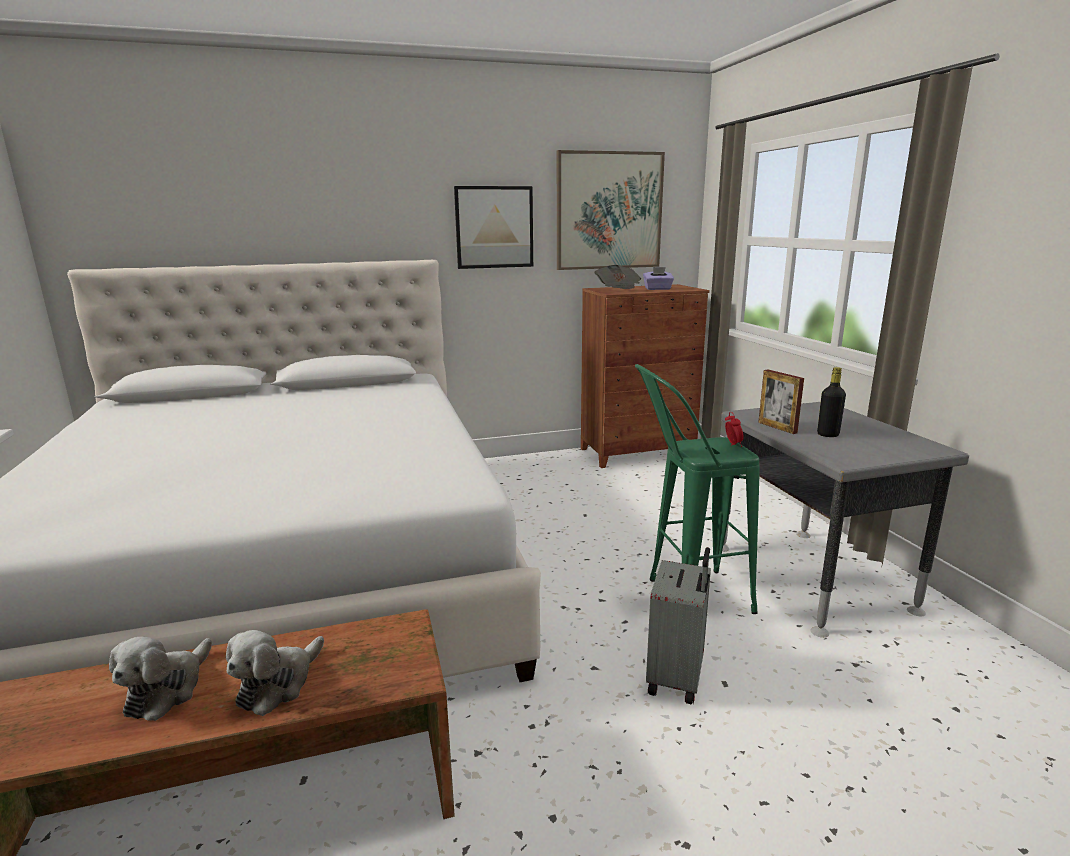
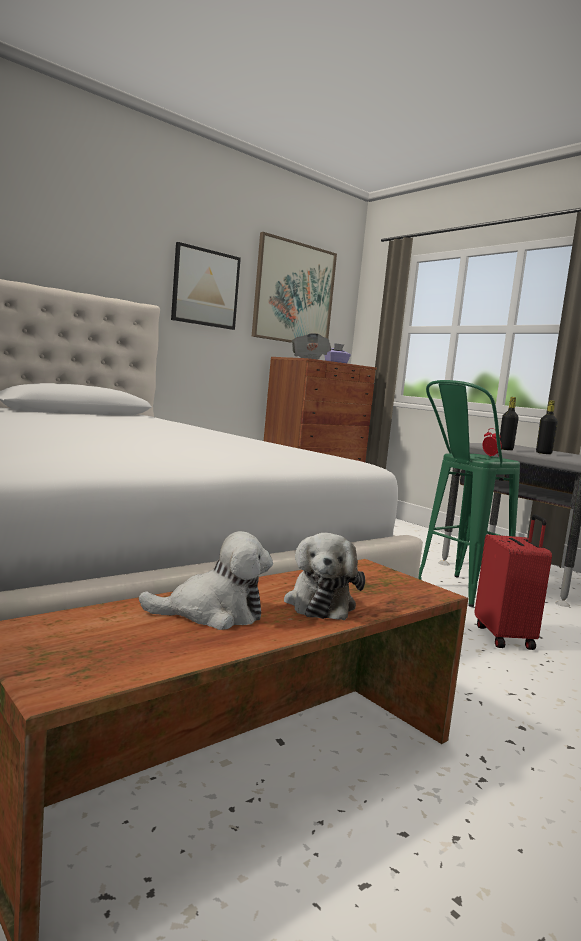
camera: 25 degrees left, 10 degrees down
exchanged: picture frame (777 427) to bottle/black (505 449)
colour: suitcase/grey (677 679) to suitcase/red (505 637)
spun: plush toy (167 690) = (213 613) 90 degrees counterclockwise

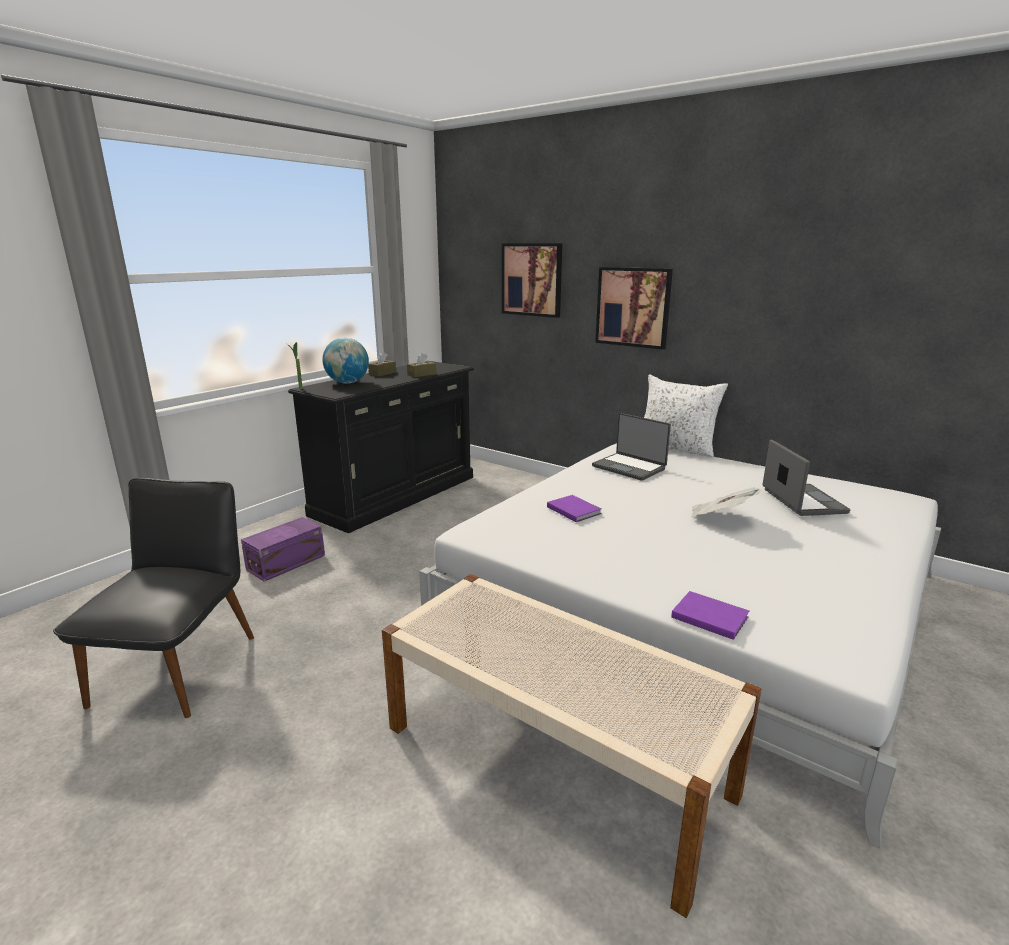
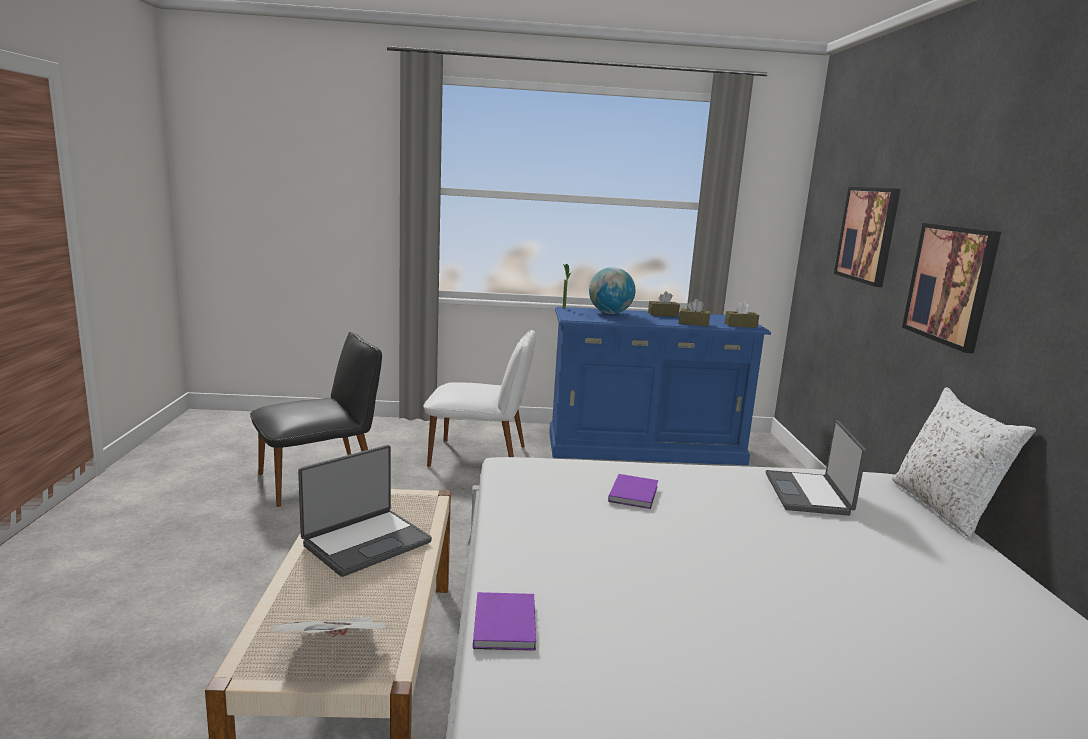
camera: 50 degrees right, 5 degrees down
appeared: tissue box/brown (740 325)
relocated: newspaper (720 517) to (336 651); laptop (801 501) to (366 542)
exchanged: storage box/purple (287 562) to chair/white (478 456)
colour: cabinet/black (396 495) to cabinet/blue (645 448)

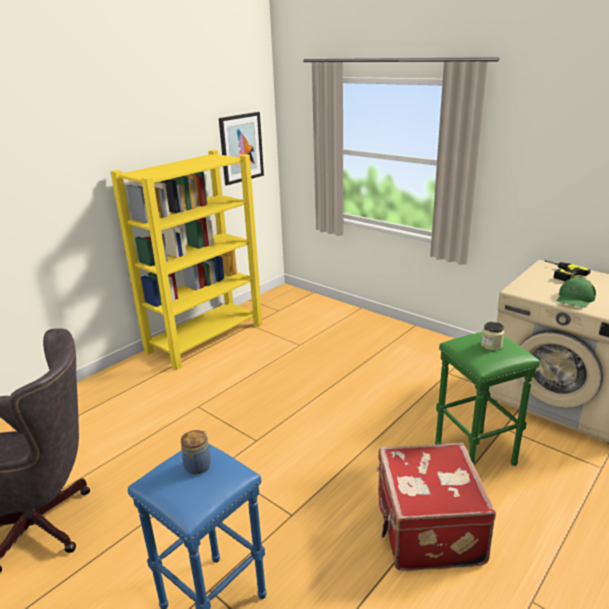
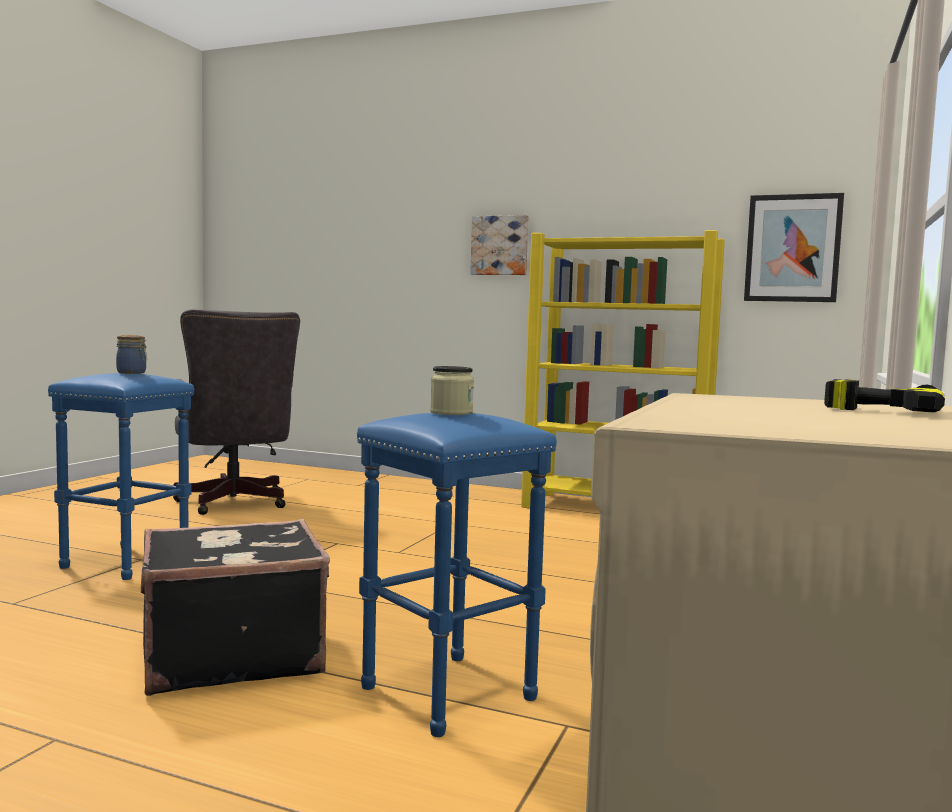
camera: 70 degrees right, 20 degrees down
missing: cap/green (575 298)
appeared: picture (500 245)
colour: suitcase/red (426 530) to suitcase/black (230 655); stool/green (475 453) to stool/blue (452 692)

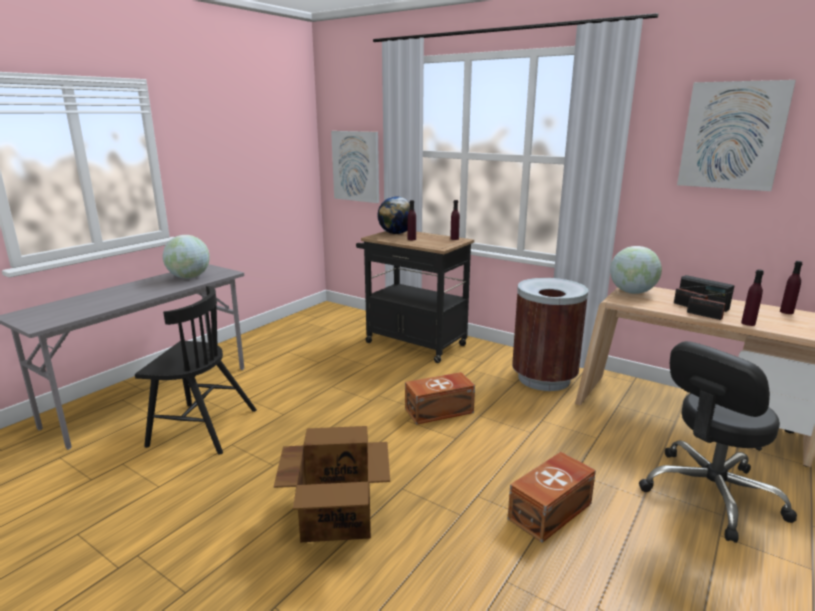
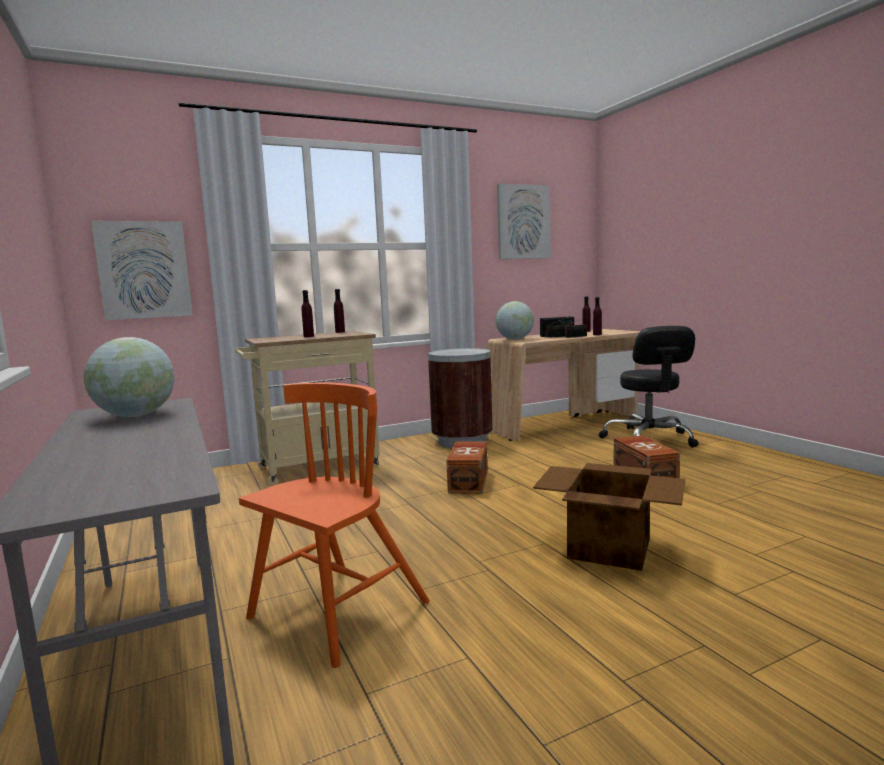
camera: 60 degrees left, 10 degrees down
missing: globe (396 233)
colour: cart/black (413 343) to cart/beige (315 468); chair/black (198 427) to chair/orange (331 614)

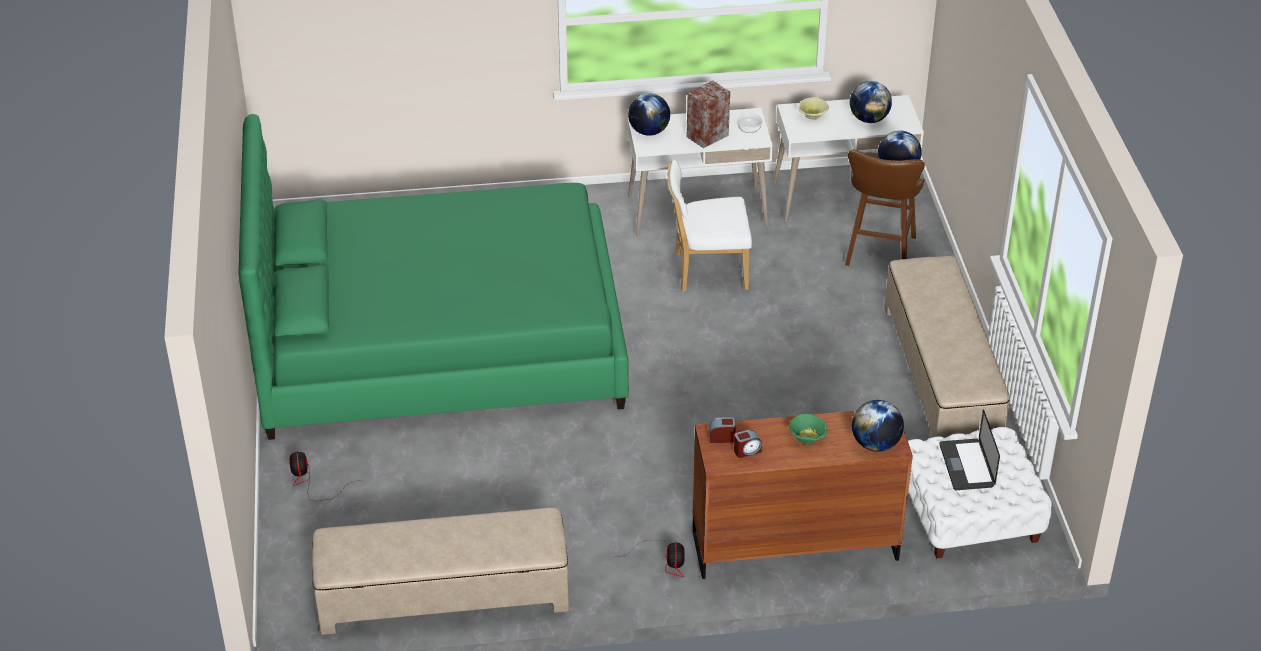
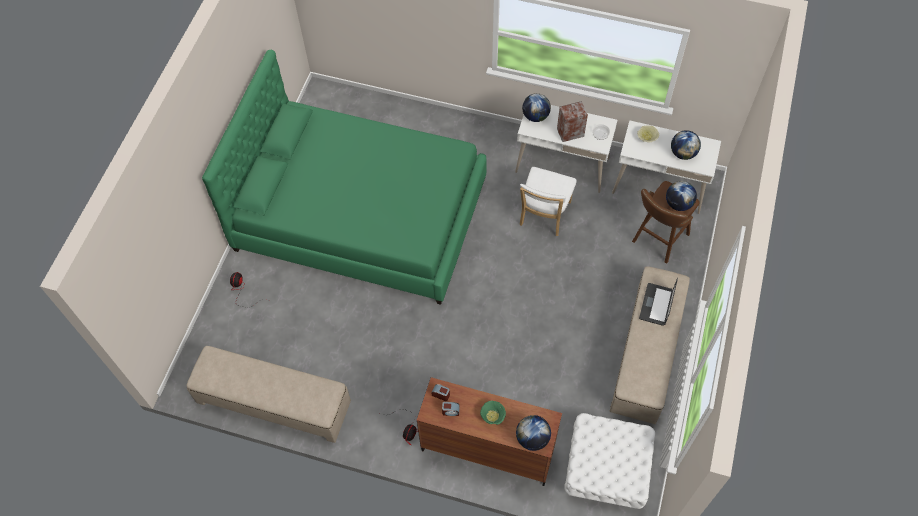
camera: 25 degrees right, 20 degrees up
relocated: laptop (966 465) to (656 304)
spun: chair/white (707 271) = (543 215) 90 degrees counterclockwise

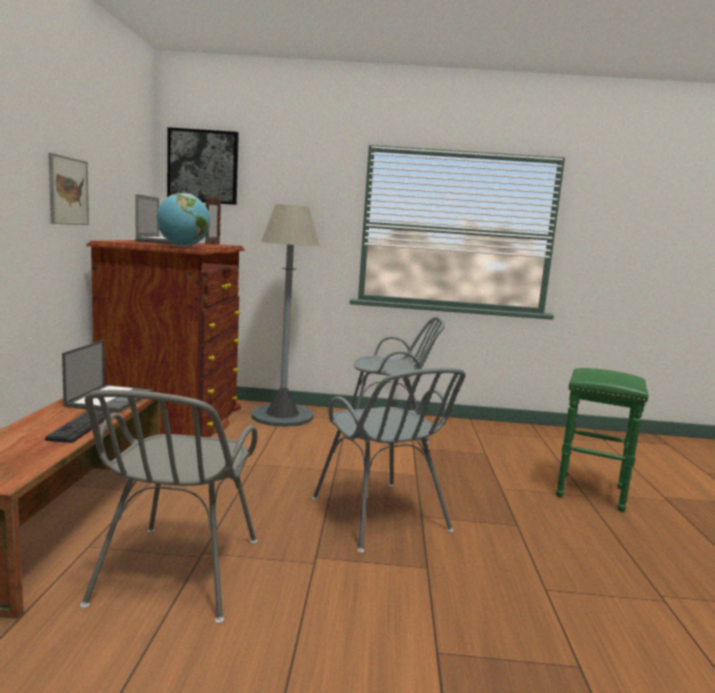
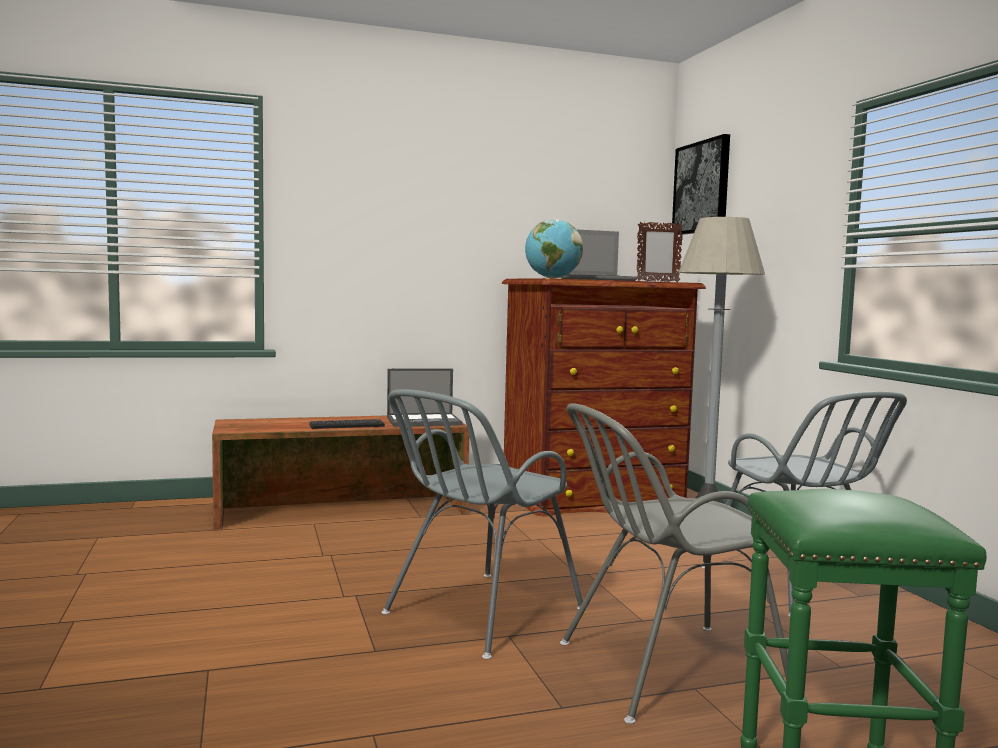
camera: 70 degrees right, 5 degrees down
missing: picture (68 191)
relocated: chair/grey (176 574) to (663 669)

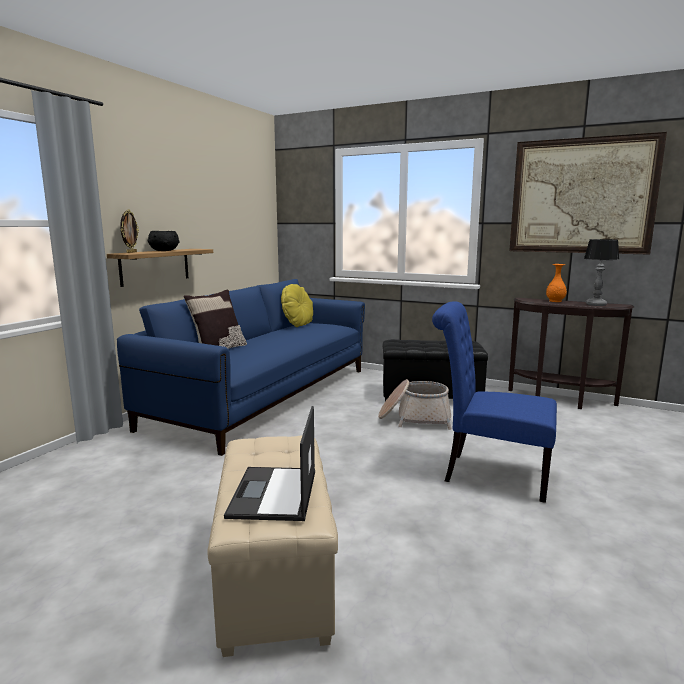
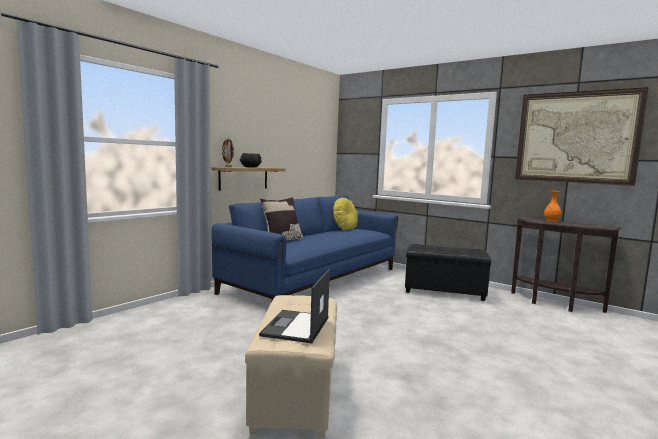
camera: 10 degrees right, 5 degrees down
missing: basket (414 418); chair/blue (489 474); table lamp (596 305)

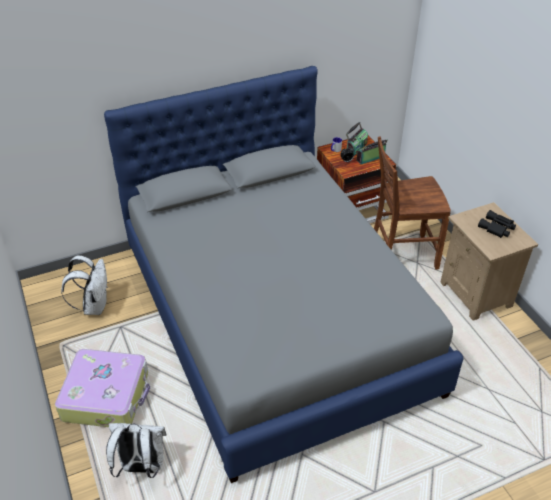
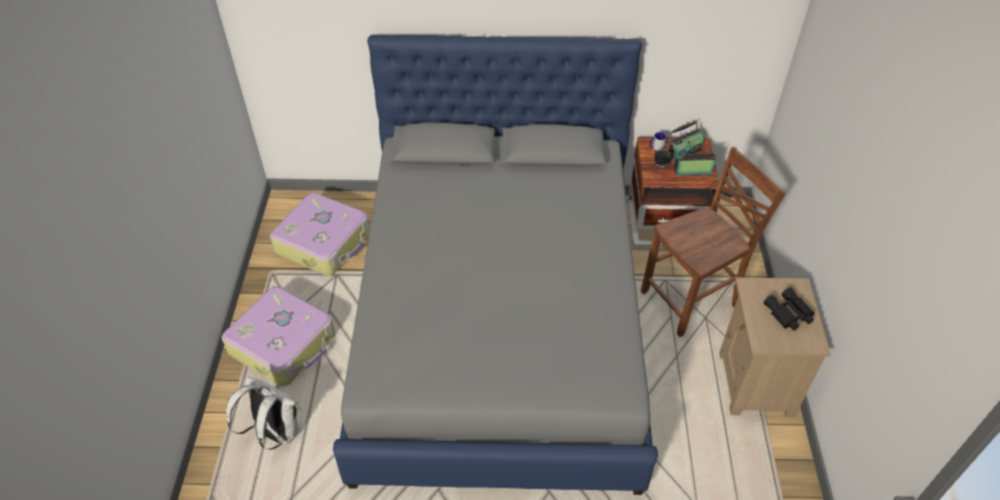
camera: 25 degrees right, 5 degrees up
exchanged: backpack/white (94 305) to suitcase (324 242)
spun: chair/brown (401 254) = (692 300) 135 degrees clockwise

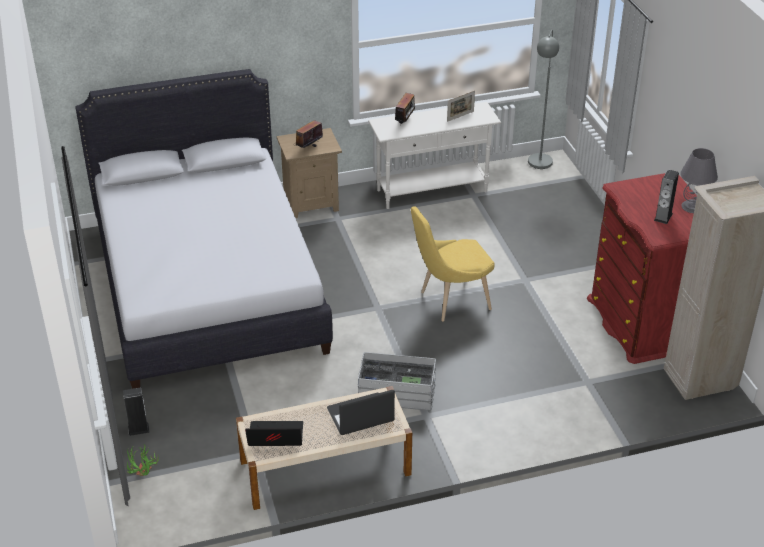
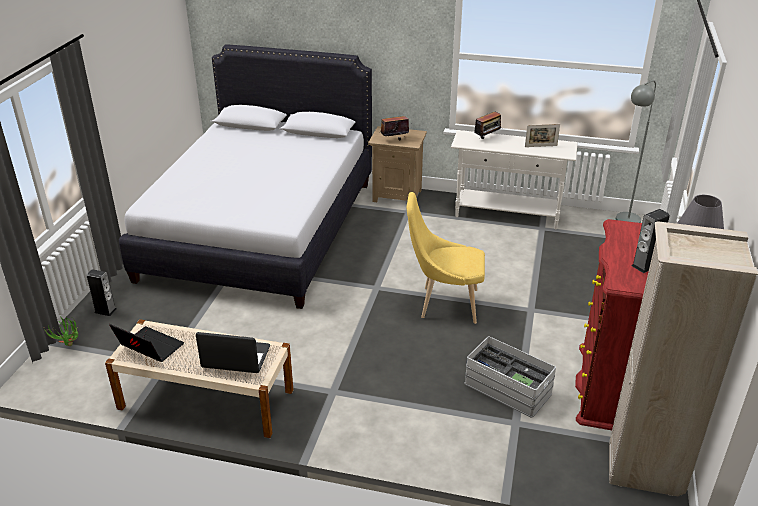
camera: 30 degrees right, 5 degrees down
relocated: storage box/grey (396 393) to (507 389)

